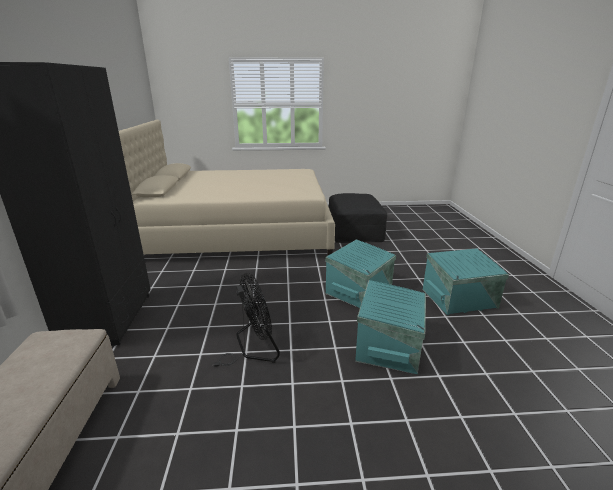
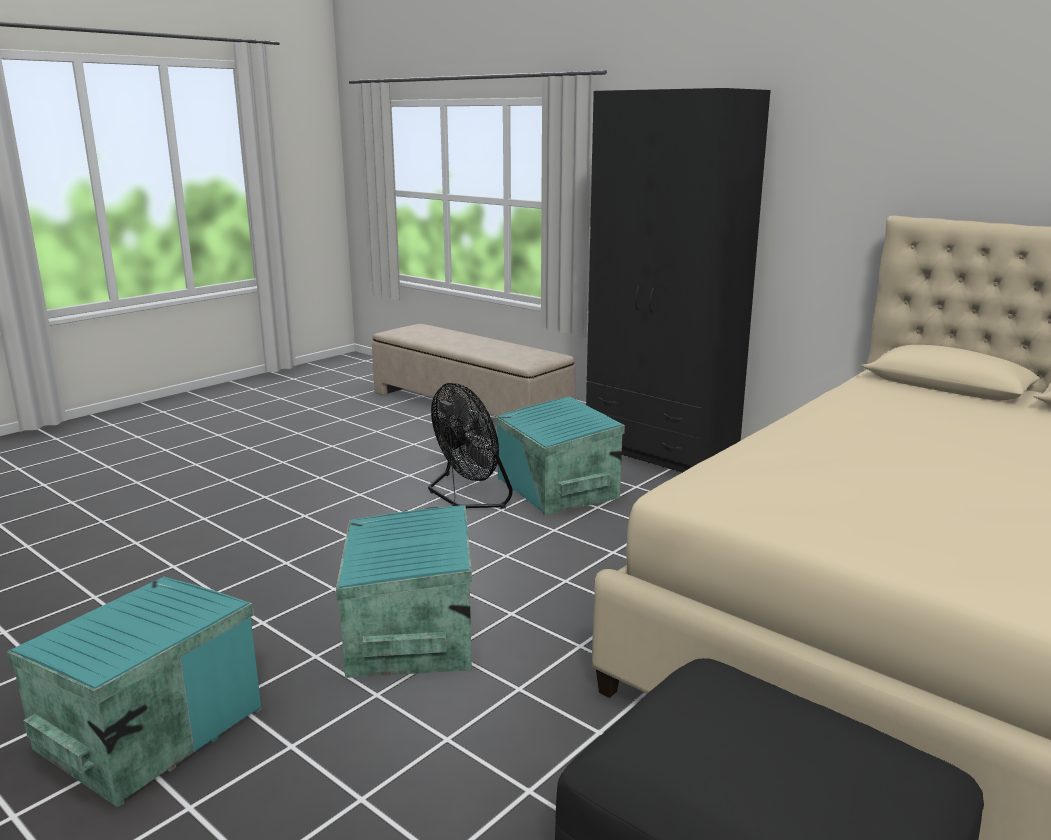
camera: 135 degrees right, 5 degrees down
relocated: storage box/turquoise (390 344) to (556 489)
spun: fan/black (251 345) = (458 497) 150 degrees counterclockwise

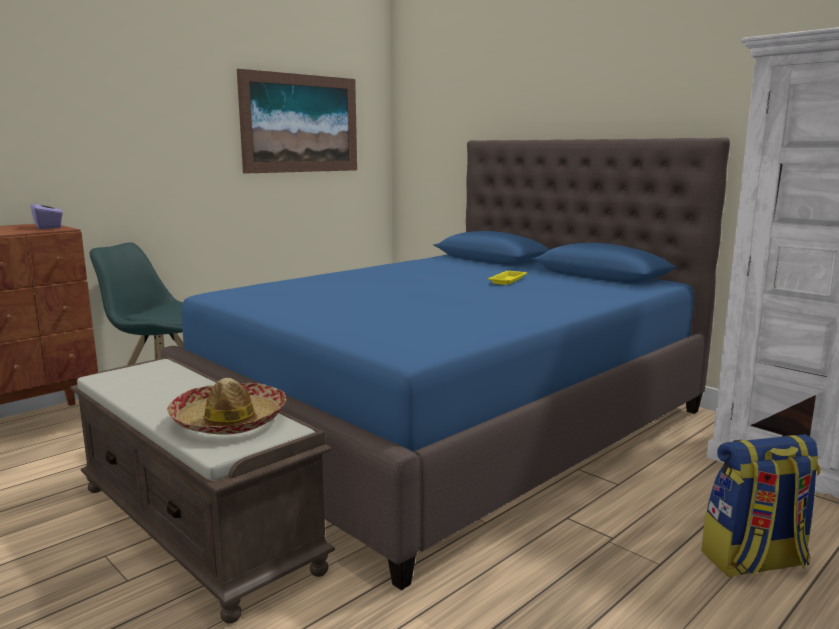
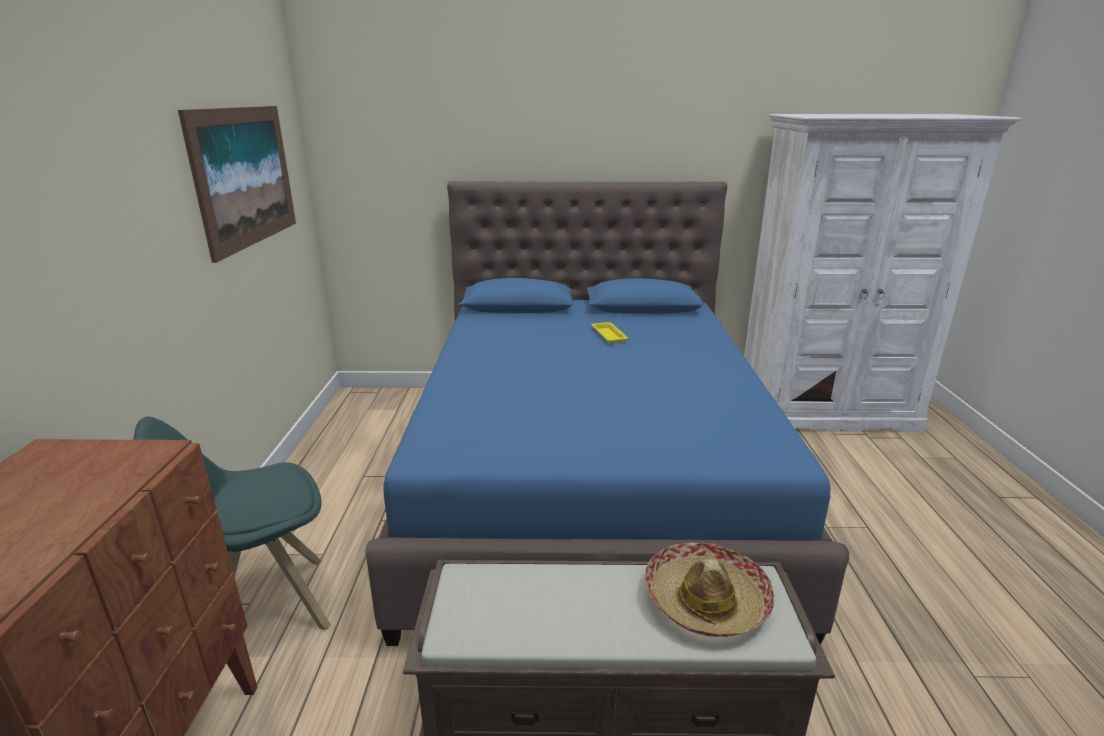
camera: 45 degrees left, 10 degrees up
missing: tissue box/purple (49 227); backpack (754 562)

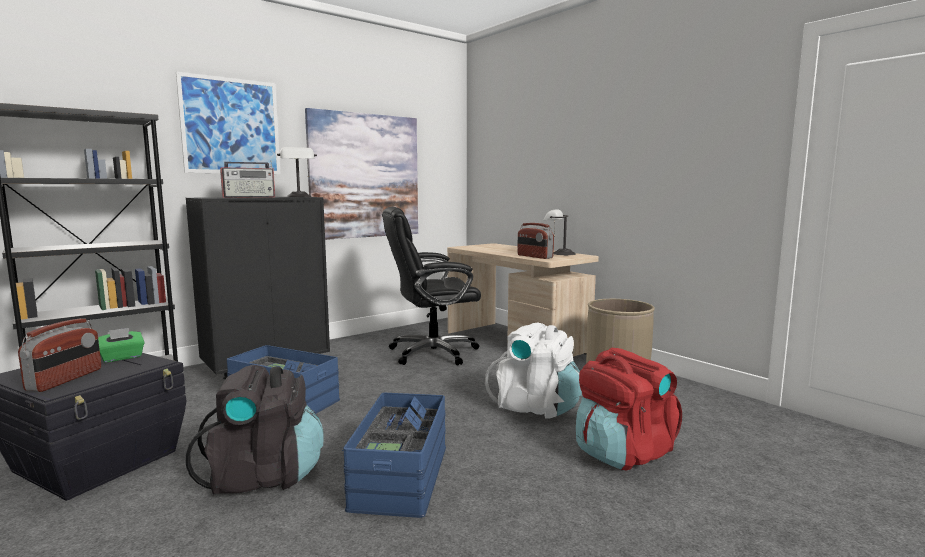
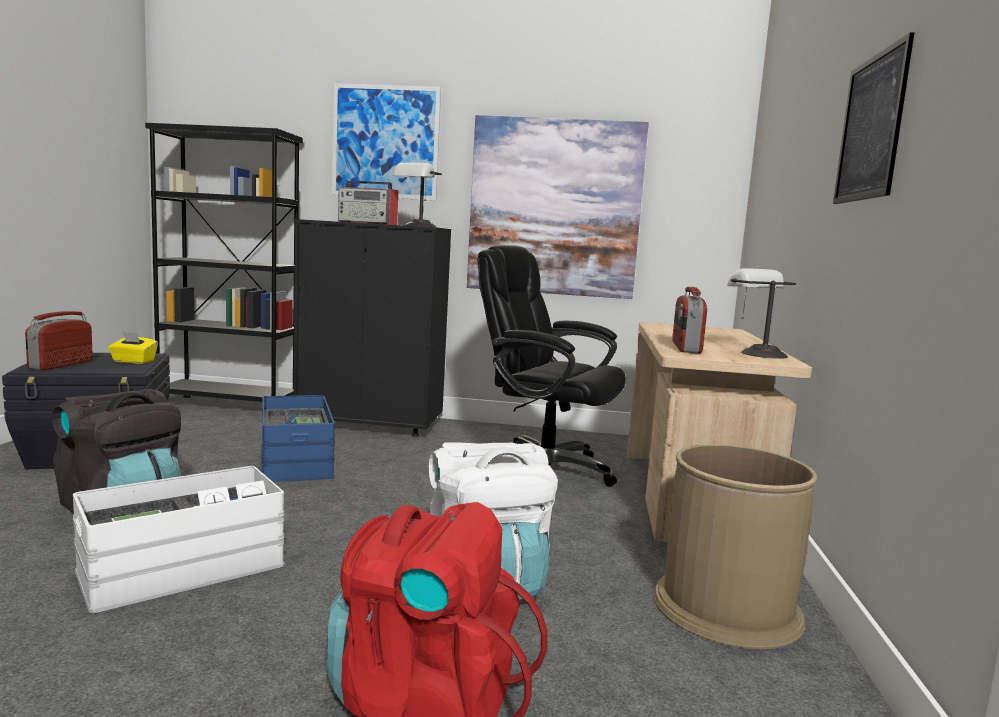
camera: 45 degrees right, 0 degrees up
appeared: picture (870 128)
colour: storage box/blue (399 475) to storage box/white (182 566); tissue box/green (121 357) to tissue box/yellow (133 361)
spun: radio (65 379) = (60 365) 135 degrees clockwise

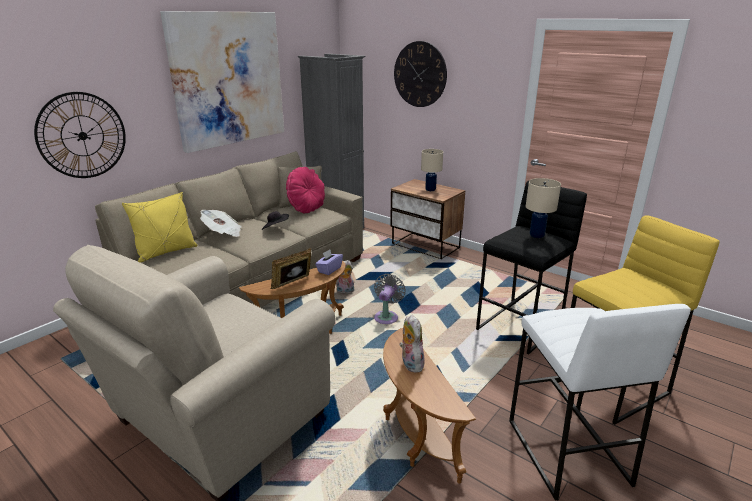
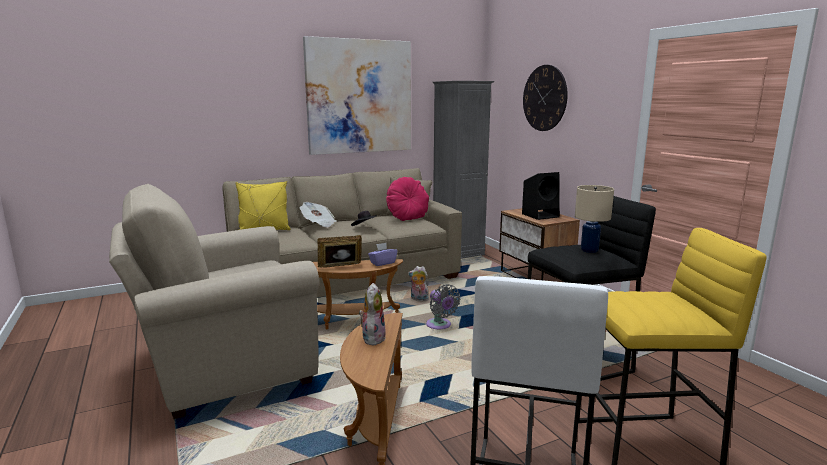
camera: 25 degrees right, 10 degrees down
missing: wall clock (82 135)
exchanged: table lamp/beige (430 189) to speaker/black (541 215)
spun: fan/grey (387 316) = (440 326) 105 degrees clockwise

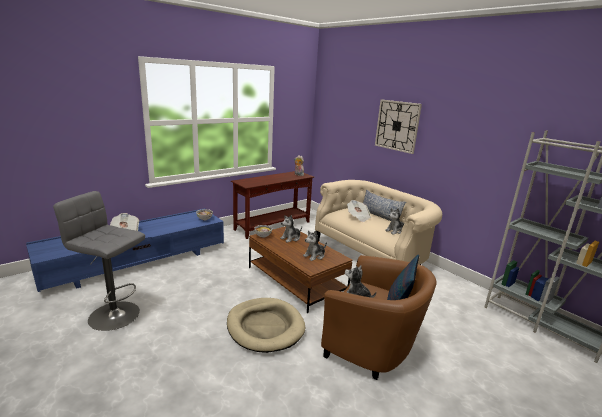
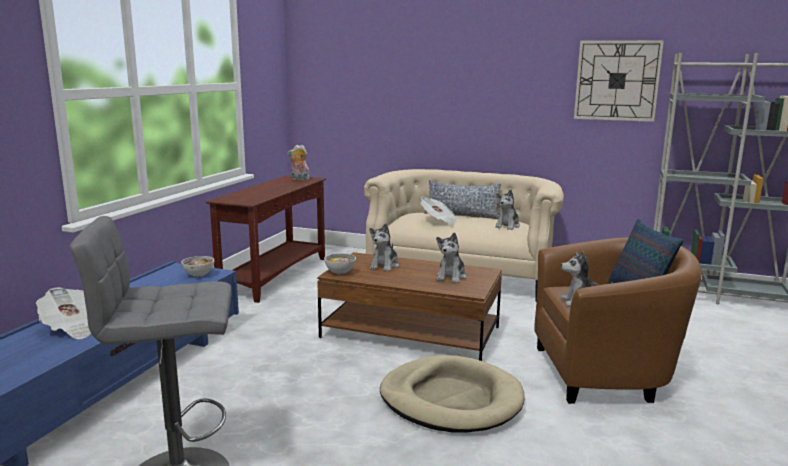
camera: 30 degrees left, 5 degrees down
relocated: wall clock (397 126) to (617 80)

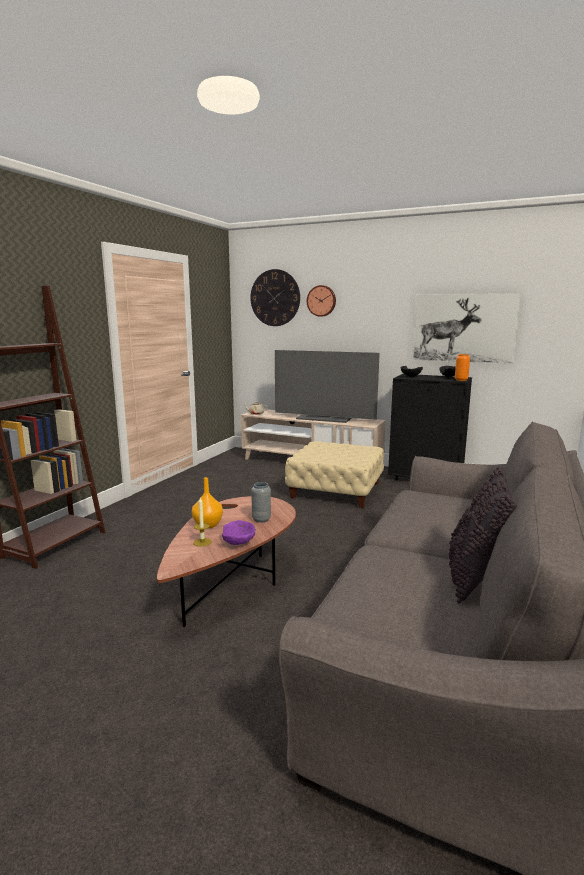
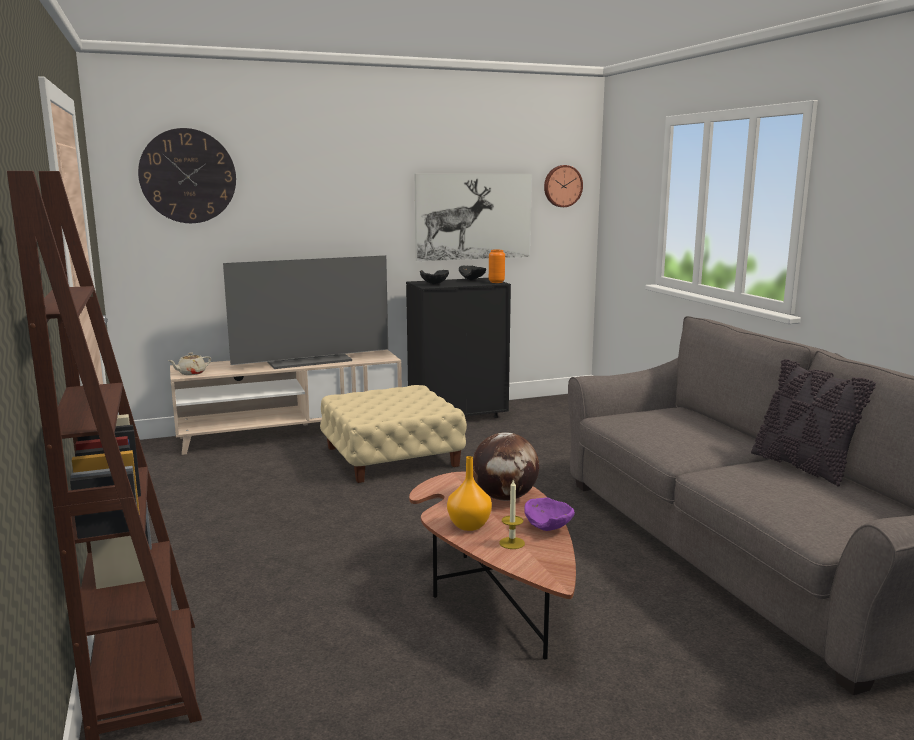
camera: 45 degrees left, 0 degrees up
relocated: wall clock (321 301) to (562 186)
exchanged: vase/grey (261 519) to globe (505 498)

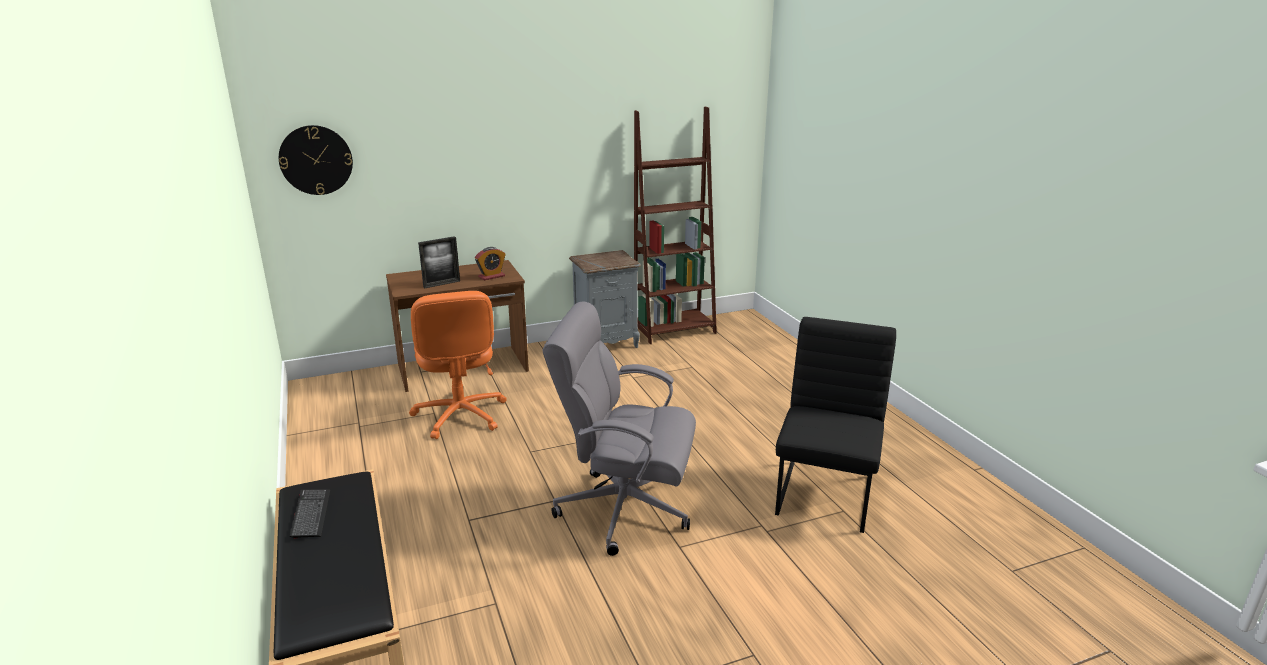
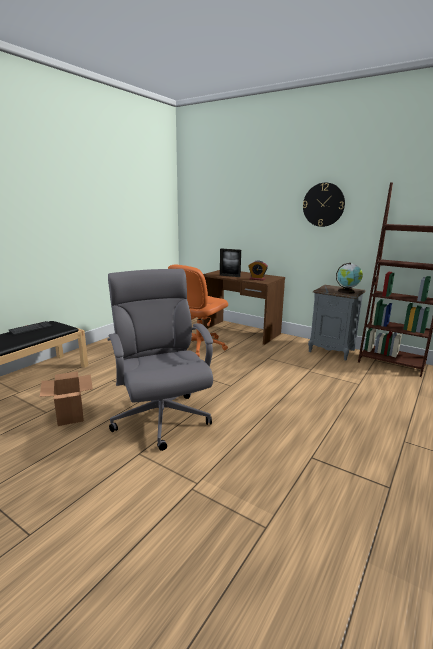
camera: 55 degrees right, 5 degrees down
missing: chair/black (826 492)
appeared: cardboard box (70 414); globe (347 291)
relocated: wall clock (316 160) to (323 205)

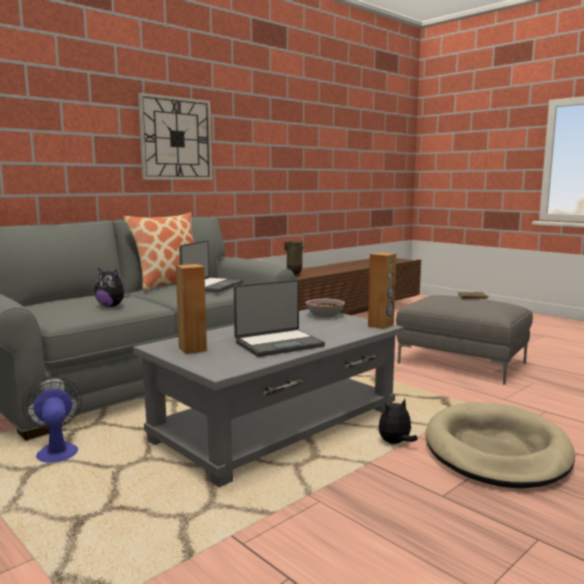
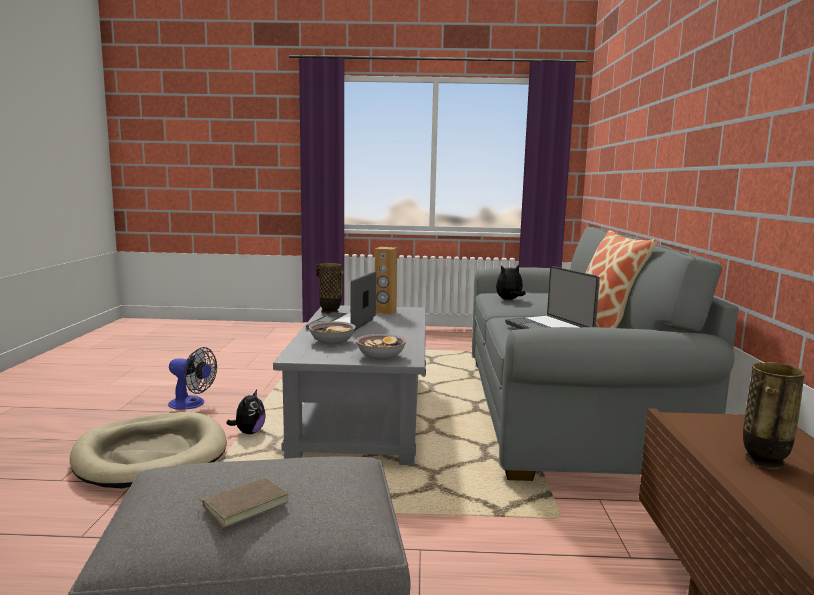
camera: 135 degrees right, 0 degrees up
missing: wall clock (176 139); speaker/brown (381 325)
appeared: bowl (332 342); vase (330 312)
relocated: fan (56 450) to (192 404)

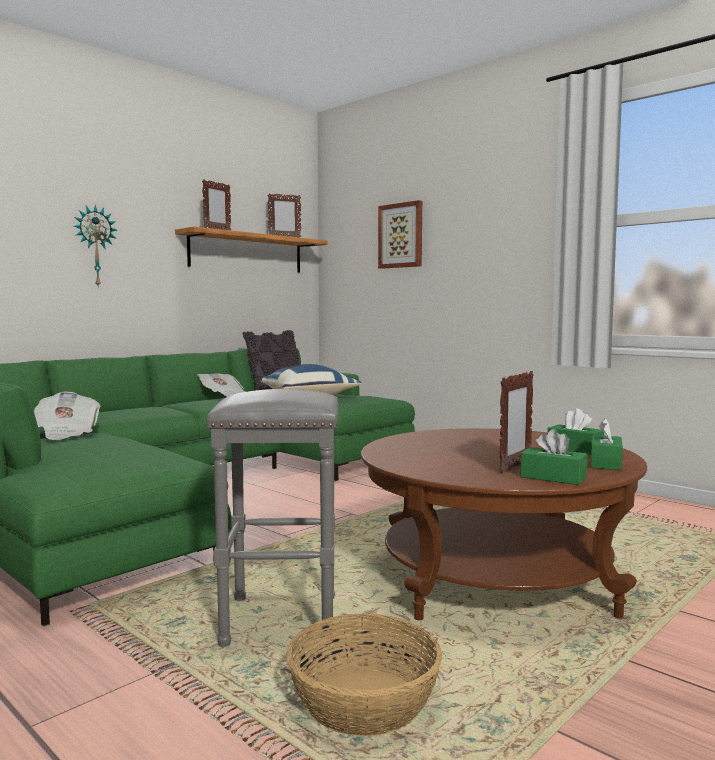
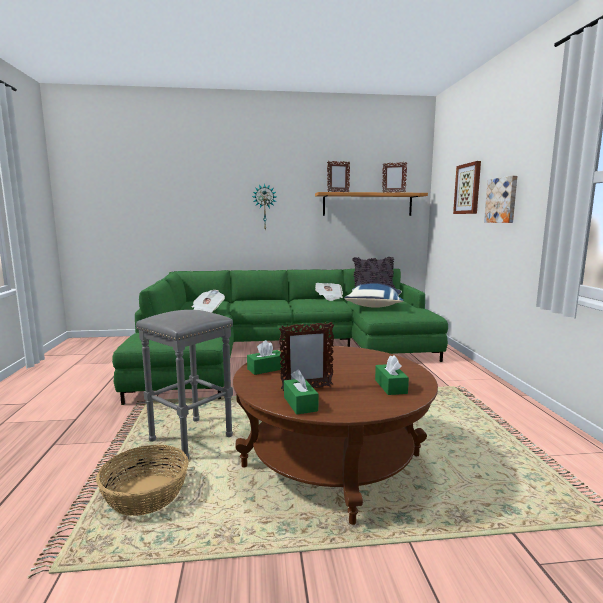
camera: 40 degrees right, 5 degrees up
appeared: picture (502 200)
relocated: tissue box/green (605 463) to (266 369)

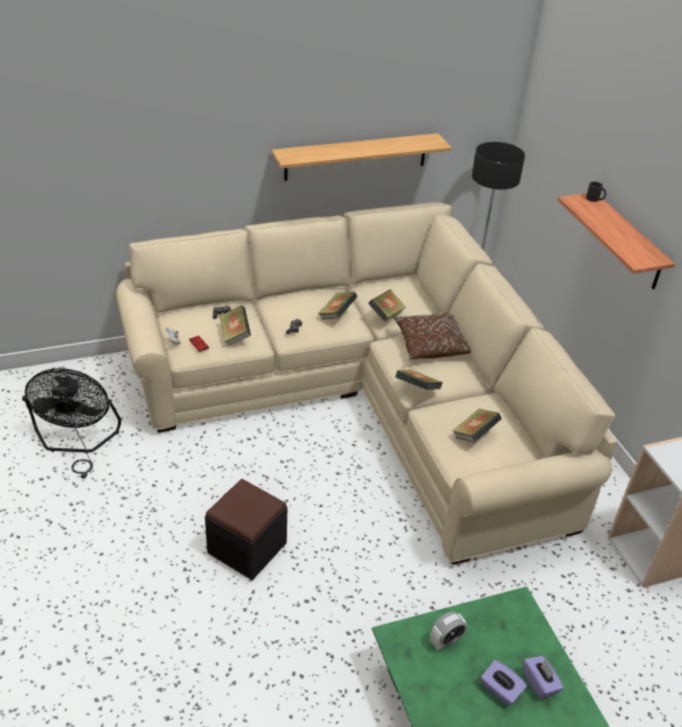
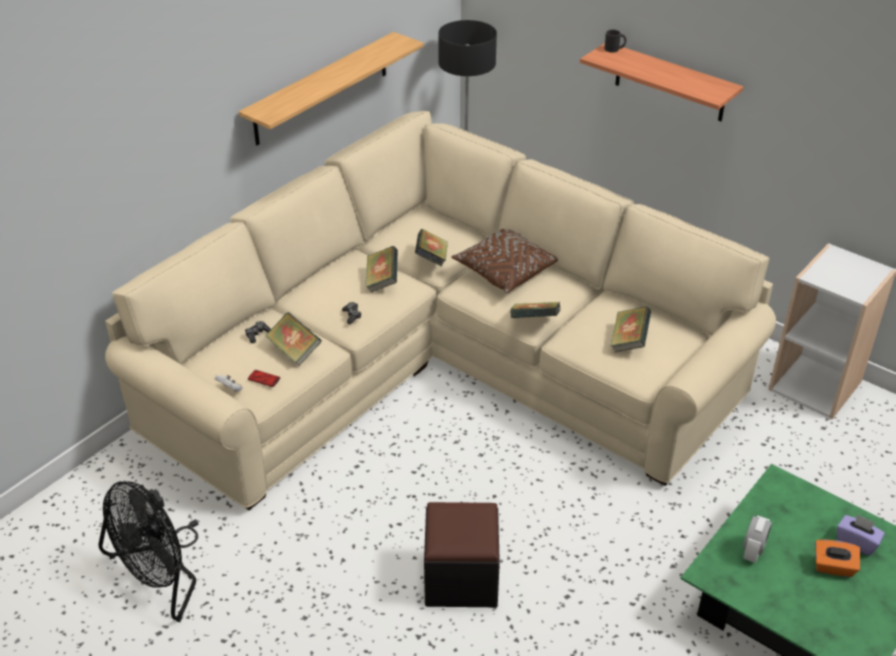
camera: 30 degrees left, 0 degrees up
colour: tissue box/purple (500 691) to tissue box/orange (833 567)
spun: fan/black (75 443) = (161 571) 105 degrees counterclockwise

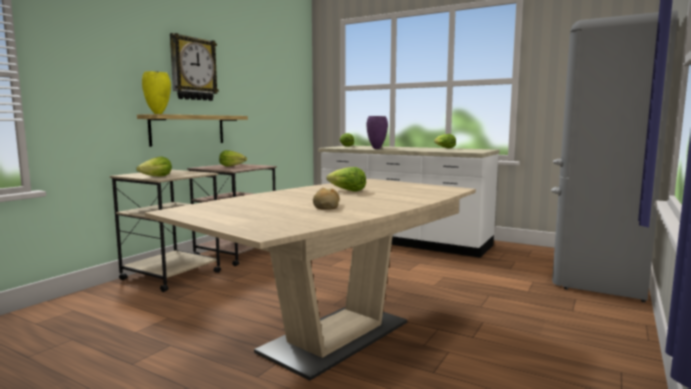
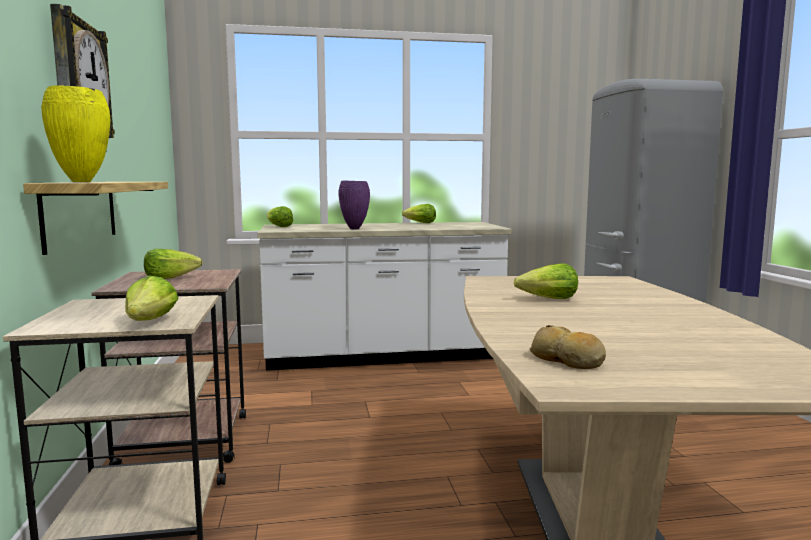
camera: 40 degrees left, 0 degrees up
relocated: bread (326 206) to (567 360)

